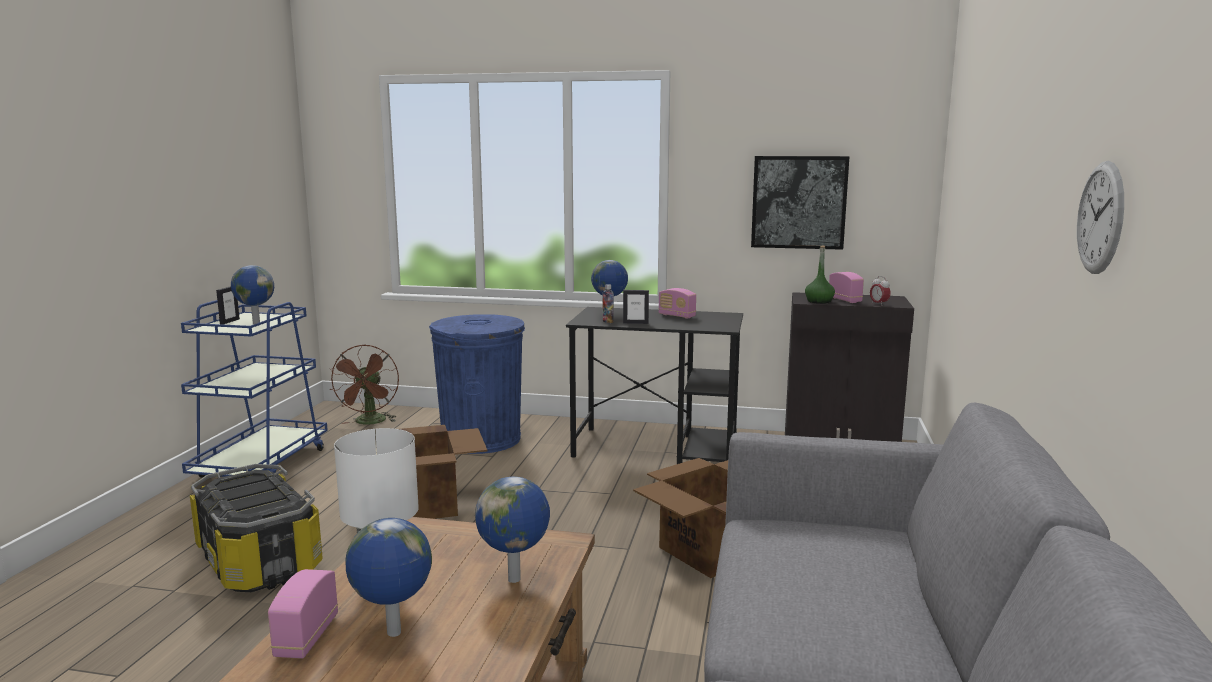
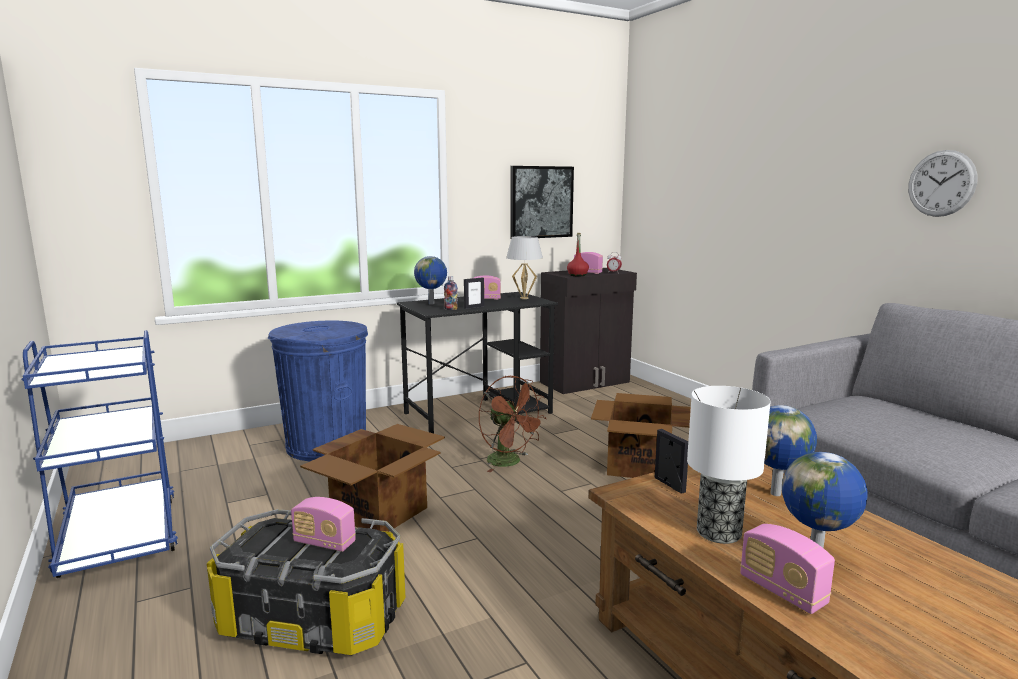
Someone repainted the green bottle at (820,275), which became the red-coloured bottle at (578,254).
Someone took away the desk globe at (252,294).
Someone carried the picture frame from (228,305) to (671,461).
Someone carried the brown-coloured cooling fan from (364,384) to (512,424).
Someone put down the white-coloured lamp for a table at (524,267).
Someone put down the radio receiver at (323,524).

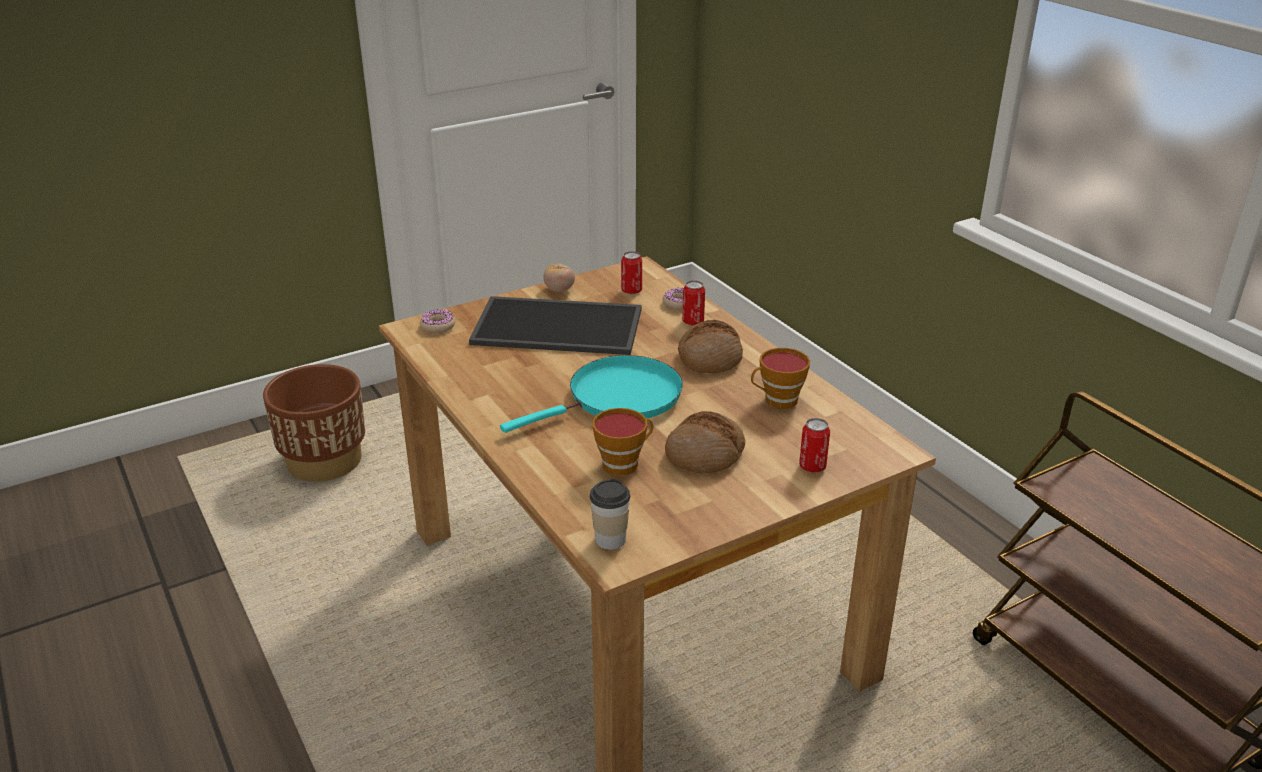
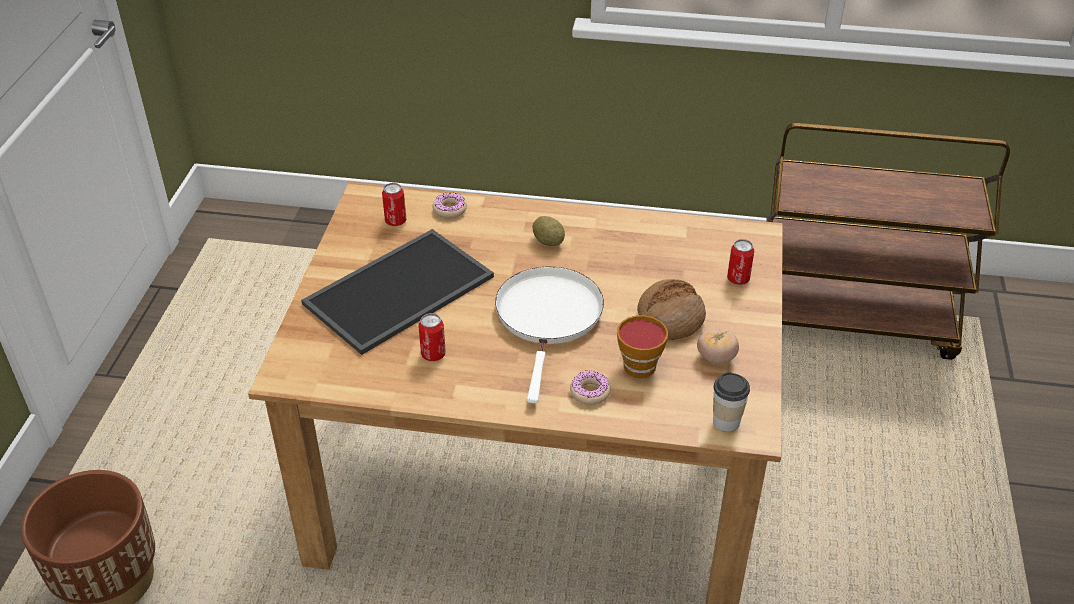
Someone carried the whole tomato from (559,277) to (718,347).
Someone carried the can from (693,302) to (432,337).
Someone carried the doughnut from (437,321) to (590,387).
Someone swapped the bakery bread at (710,346) for the potato at (548,231).
Someone took away the drinking cup at (780,378).
Someone repainted the turquoise skillet at (591,394), which became the white-coloured skillet at (549,335).

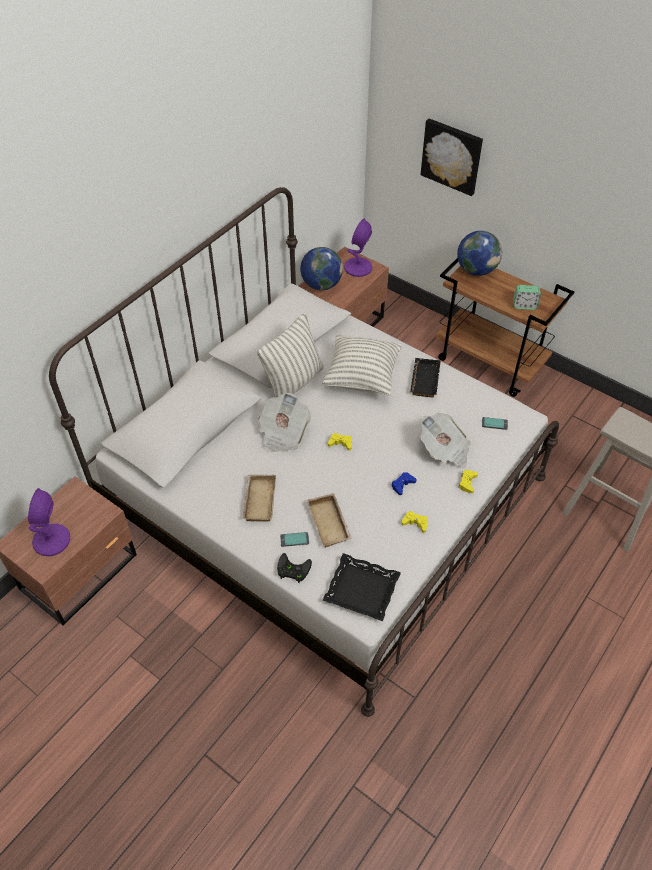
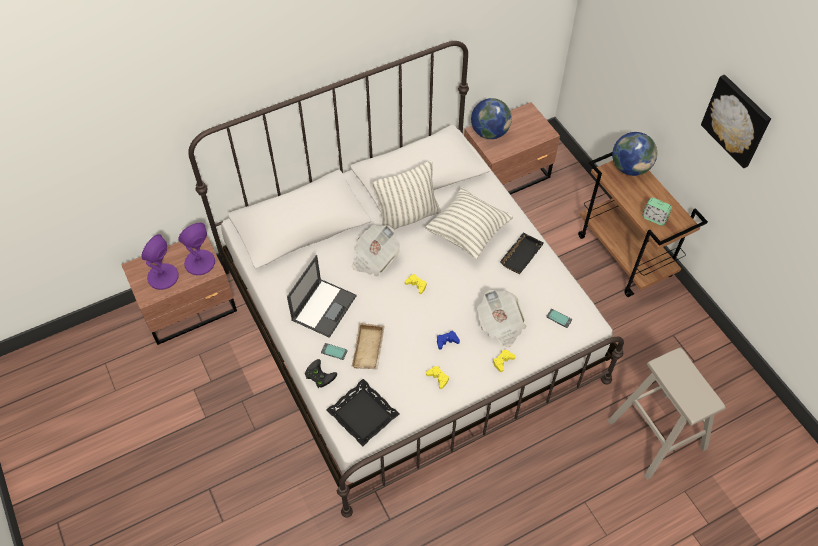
Someone carried the picture from (452,157) to (736,121).
Someone carried the purplish lamp for a table from (358,248) to (196,249).
Someone swapped the sand-coloured tray at (259,498) for the notebook computer at (322,296).

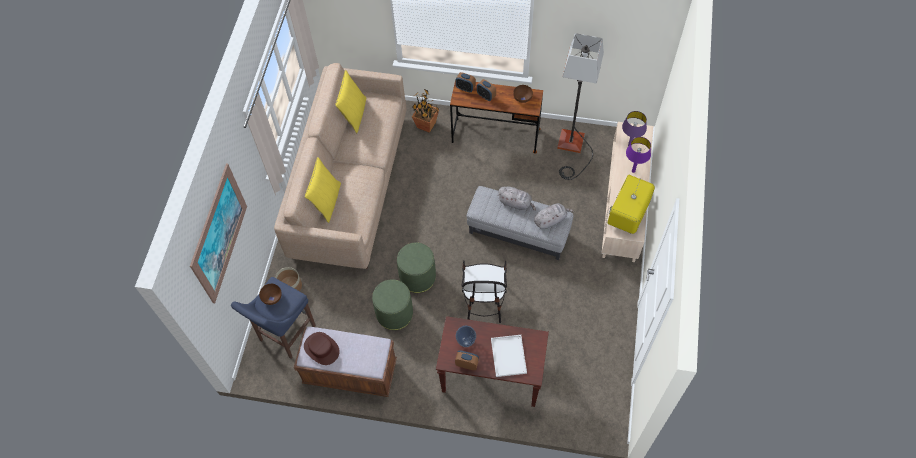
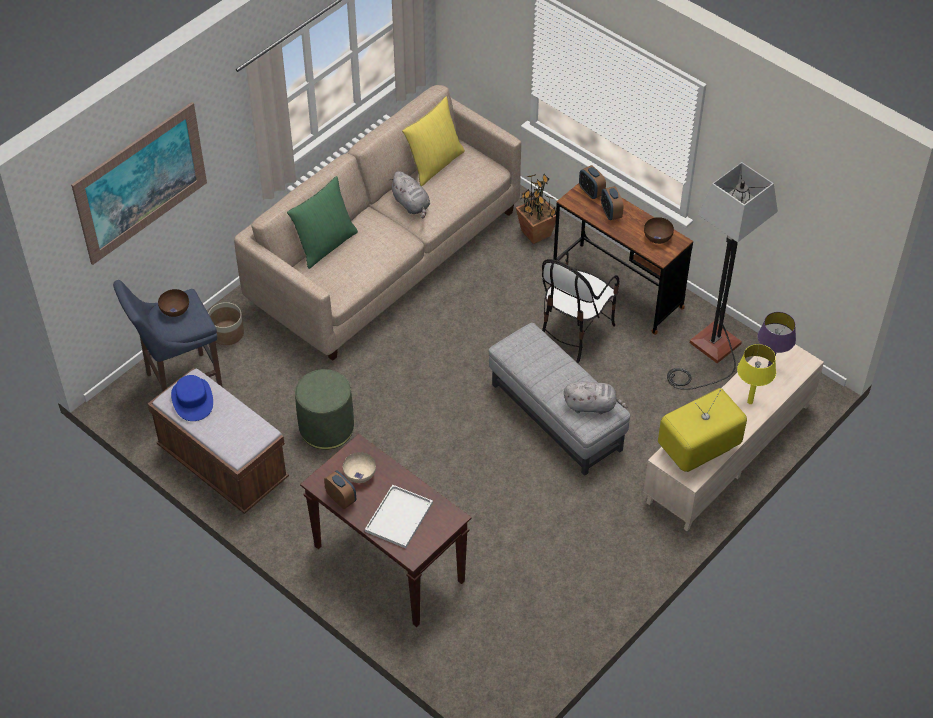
Someone repainted the purplish lamp for a table at (638,155), which became the yellow-coloured lamp for a table at (756,374).
Someone repainted the yellow-coloured throw pillow at (323,190), which became the green throw pillow at (322,222).
Someone carried the grey plush toy from (517,199) to (409,195).
Someone took away the green footrest at (416,268).
Someone carried the upright chair from (484,291) to (580,307).
Someone swapped the flower vase at (466,336) for the sand-coloured serving bowl at (359,467).
Someone repainted the brown-coloured wearable hat at (322,348), which became the blue-coloured wearable hat at (192,398).

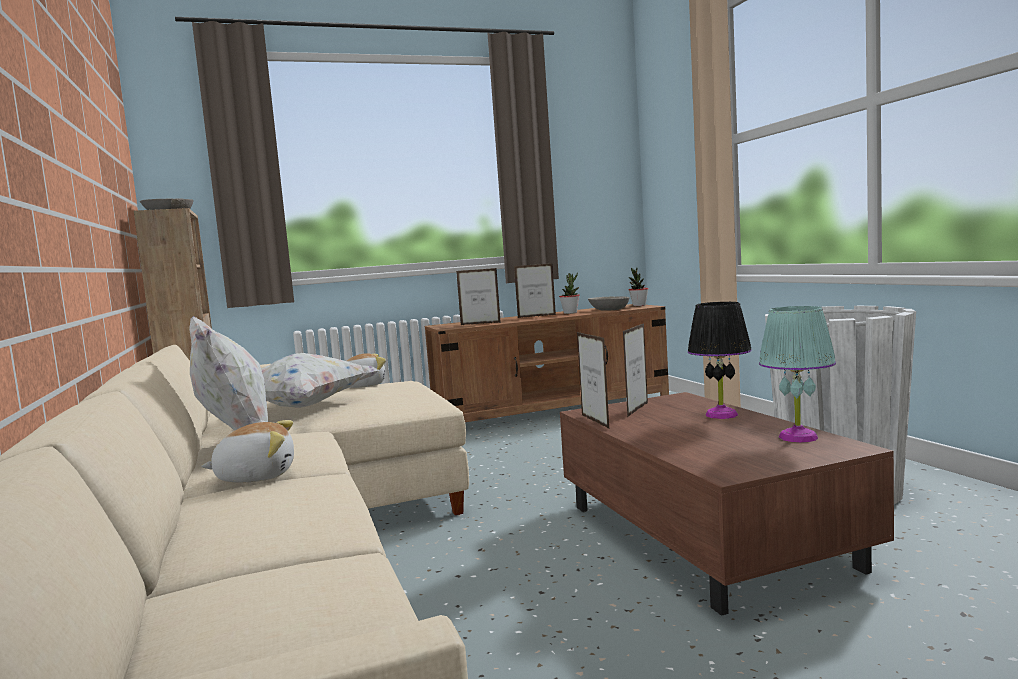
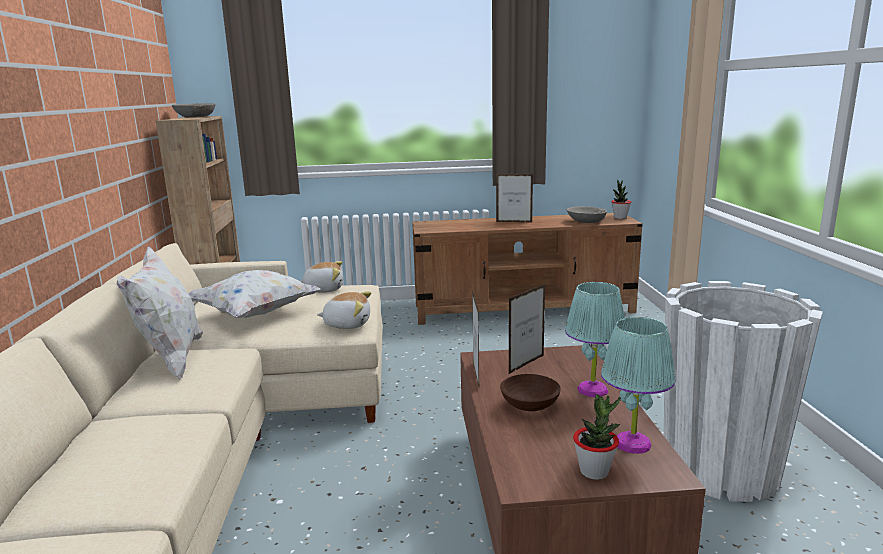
Someone took away the picture frame at (478,296).
Someone carried the potted plant from (569,293) to (597,437).
Someone repainted the blackish lamp for a table at (720,360), which became the turquoise lamp for a table at (595,339).
Someone carried the plush toy from (247,451) to (344,310).
Someone put down the brown-coloured serving bowl at (530,392).

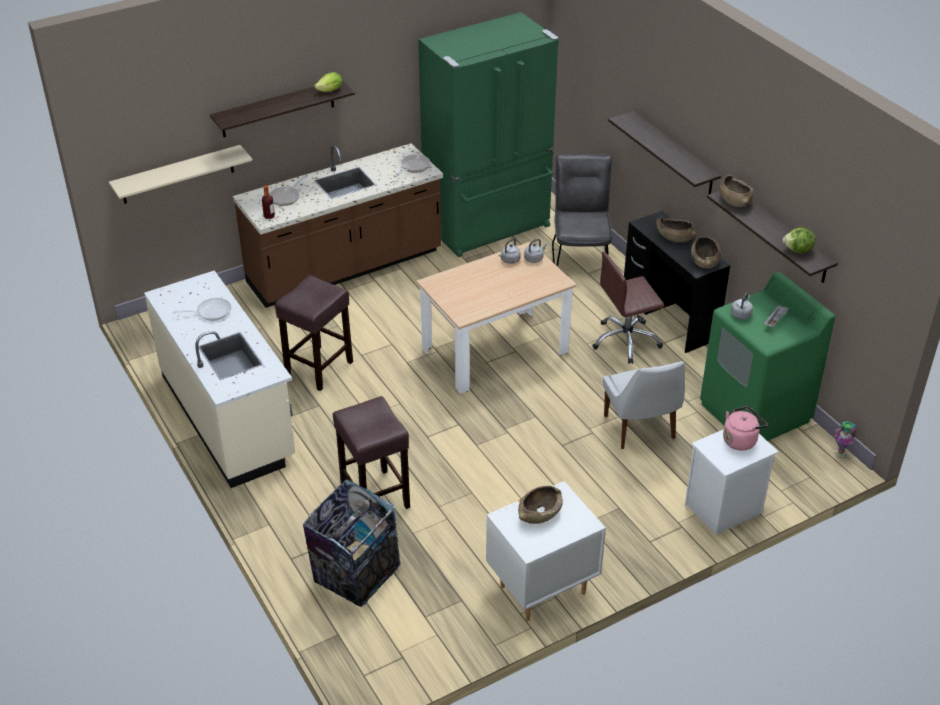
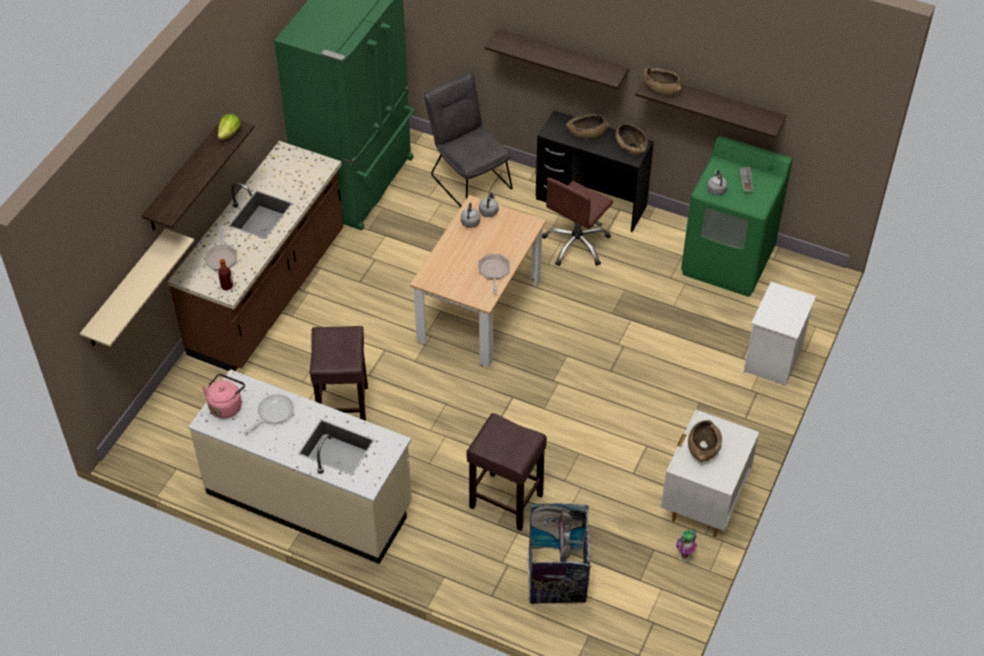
Someone carried the skillet from (412,165) to (494,274).
Someone took away the head of lettuce at (799,241).
Someone took away the white-coloured upright chair at (644,405).
Someone carried the pink-coloured tea kettle from (745,428) to (223,396).
Someone carried the flower vase from (845,439) to (686,546).

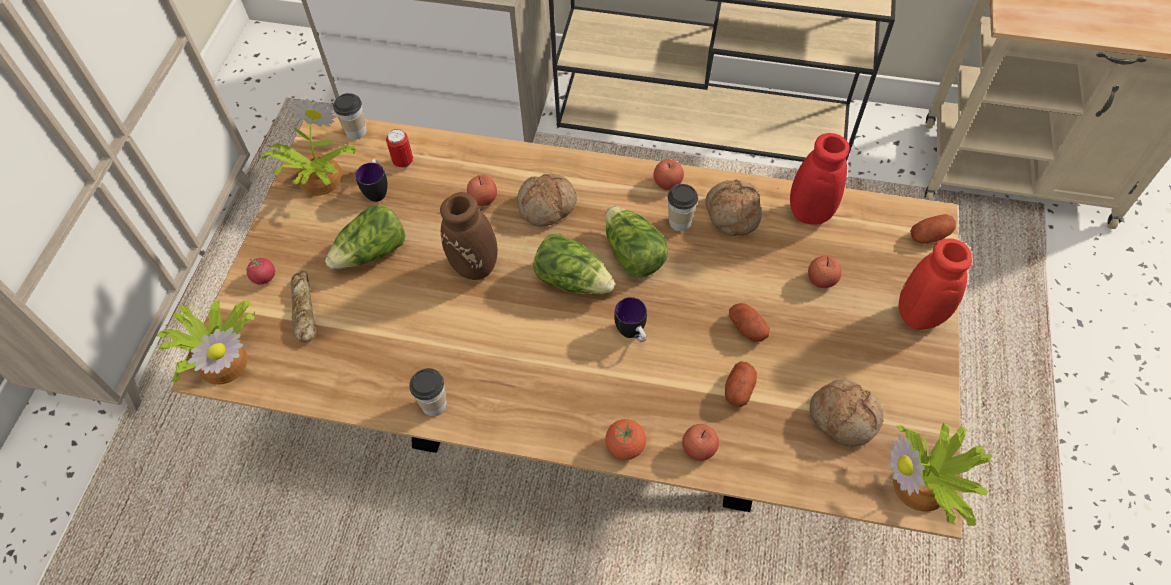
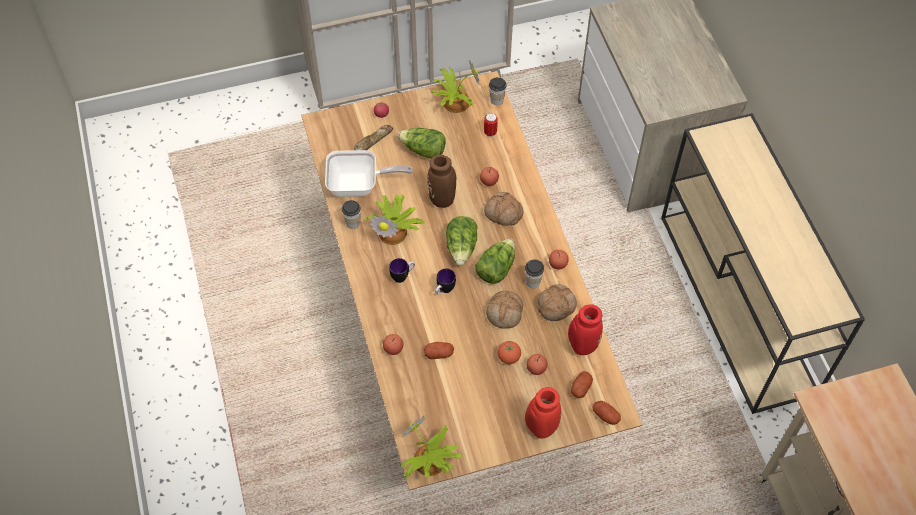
Someone carried the tea mug from (371,180) to (402,270).
Someone carried the potted plant from (205,342) to (393,219).
Someone carried the potato from (749,322) to (582,384).
Someone carried the bakery bread from (847,413) to (504,310).
Someone carried the whole tomato from (625,439) to (509,352).
Someone put down the skillet at (369,173).

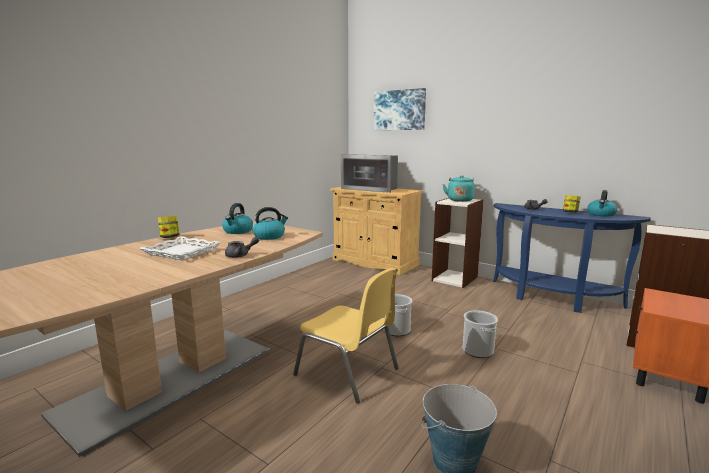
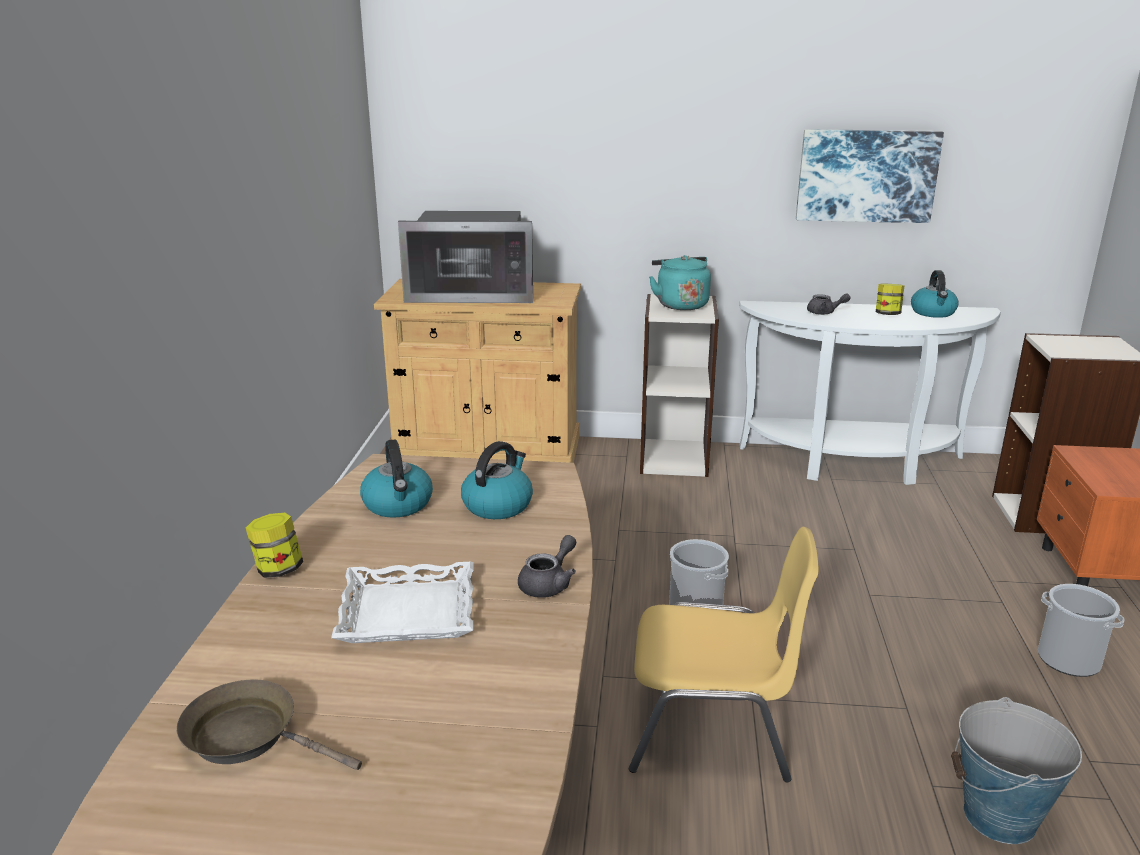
Someone carried the picture from (400,109) to (870,176).
Someone repainted the blue-coloured hall table at (572,258), which became the white-coloured hall table at (870,393).
Someone carried the water bucket from (480,334) to (1081,630).
Someone put down the brown-coloured skillet at (269,724).

